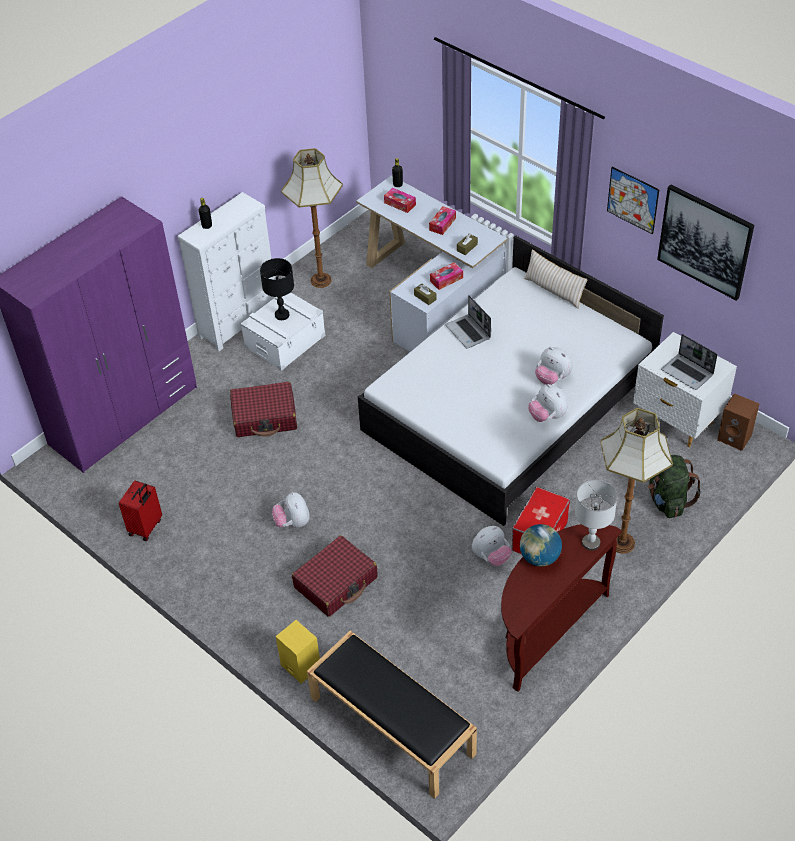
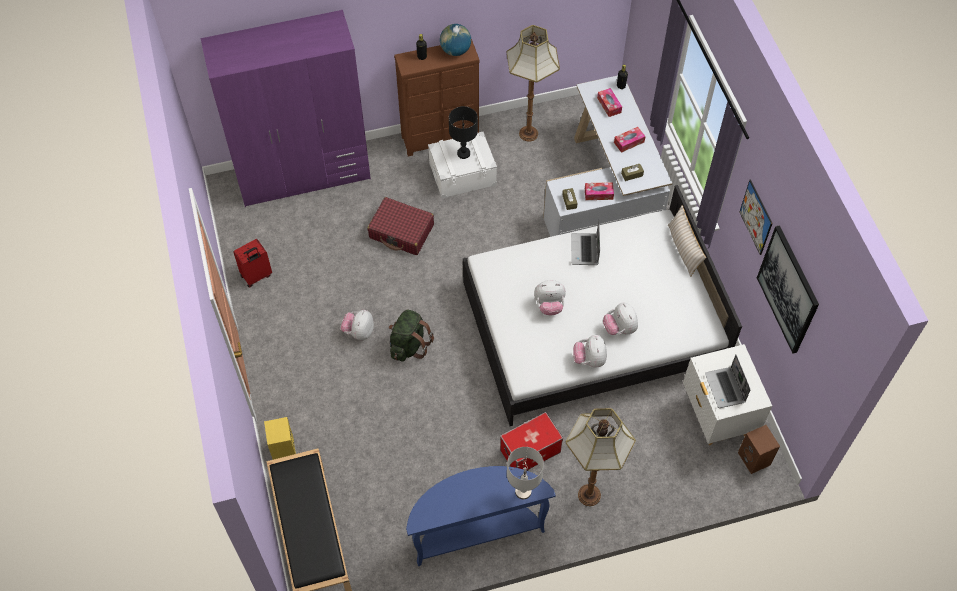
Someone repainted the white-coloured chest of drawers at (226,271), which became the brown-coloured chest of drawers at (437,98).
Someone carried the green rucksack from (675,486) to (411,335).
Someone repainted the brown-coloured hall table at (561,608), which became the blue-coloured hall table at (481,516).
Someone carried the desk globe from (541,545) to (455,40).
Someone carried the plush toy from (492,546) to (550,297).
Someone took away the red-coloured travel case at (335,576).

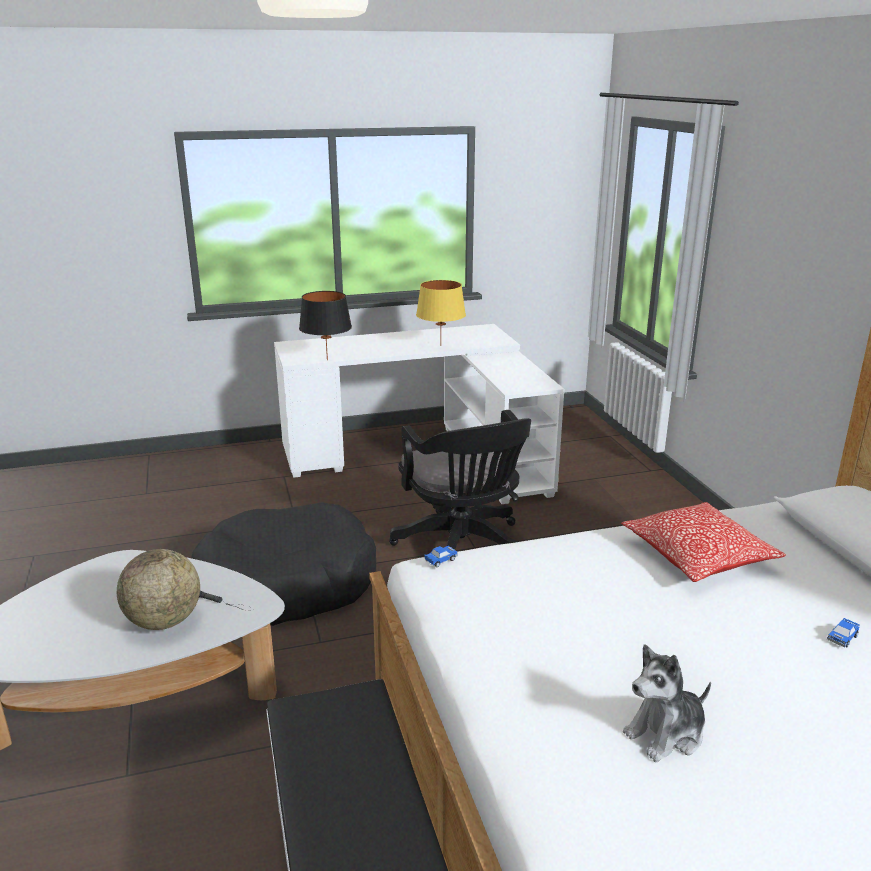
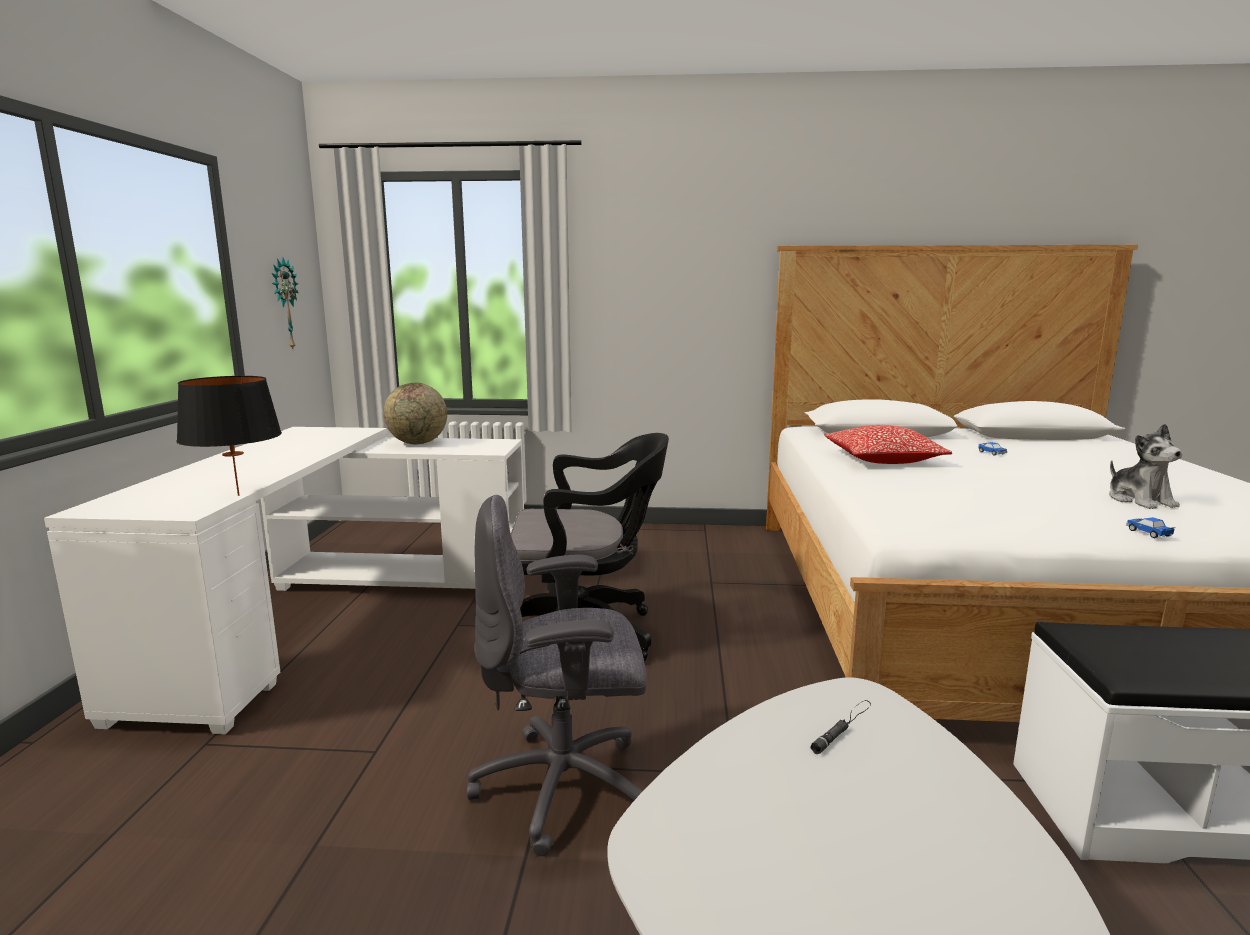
Someone took away the yellow-coloured lamp for a table at (441,313).
Someone swapped the blackish pet bed at (283,564) for the grey office chair at (556,675).
Someone carried the miniature car from (441,556) to (1150,527).
Someone carried the desk globe from (158,589) to (415,413).
Someone put up the clock on the wall at (285,303).

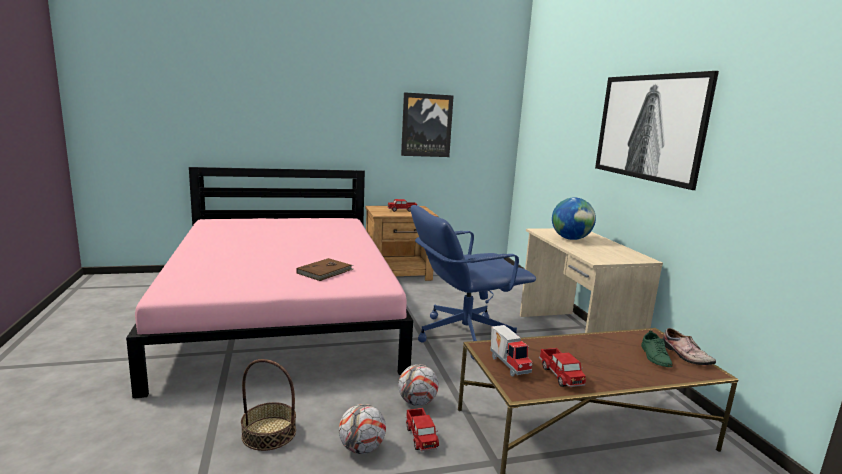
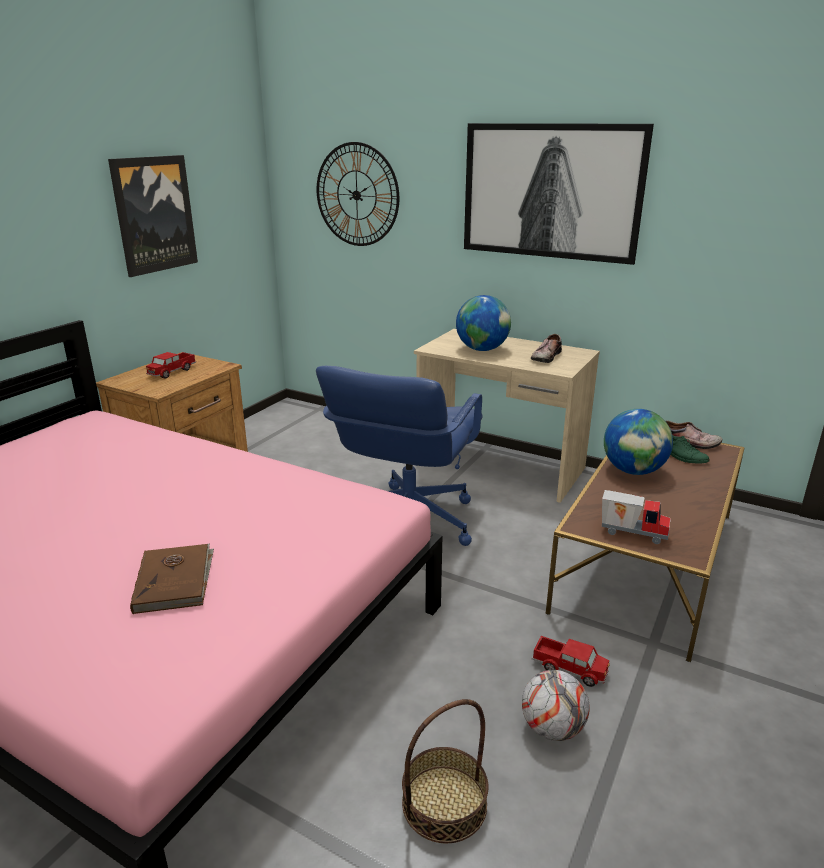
Someone carried the brown-coloured bound book from (324,269) to (172,578).
Someone took away the model truck at (562,367).
Someone took away the ball for football at (418,385).
Someone put up the clock on the wall at (358,194).
Someone put down the low shoe at (546,348).
Someone put down the desk globe at (638,442).

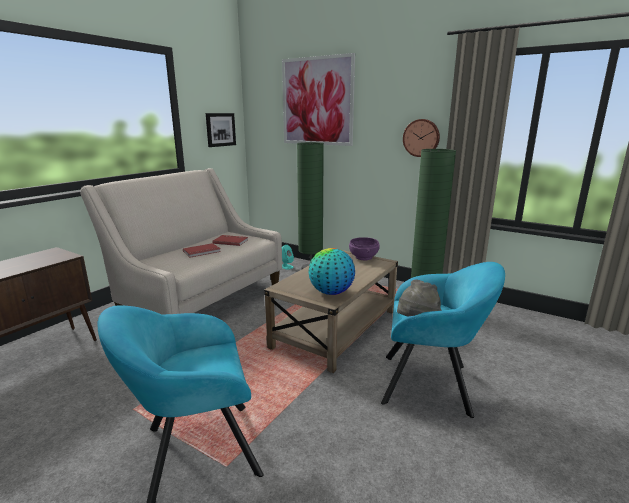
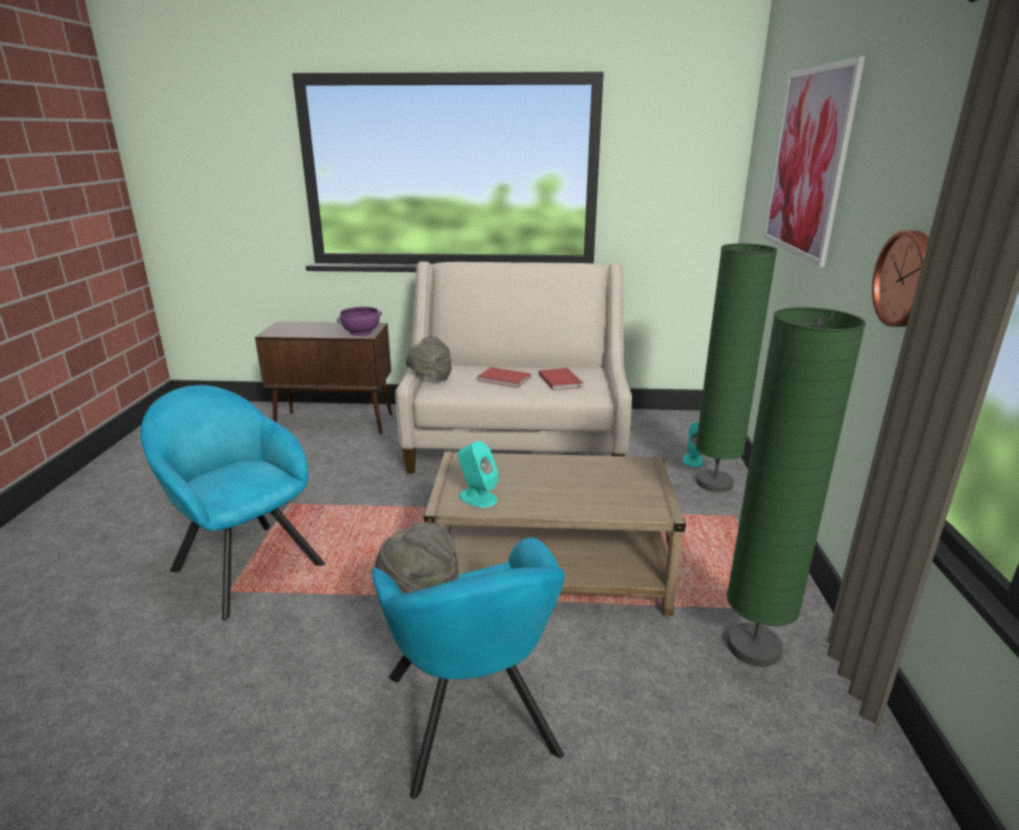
Someone took away the picture at (221,130).
Someone carried the purplish serving bowl from (364,249) to (359,321).
Someone swapped the desk globe at (331,271) for the turquoise audio speaker at (478,474).
Someone put down the grey wearable hat at (429,358).

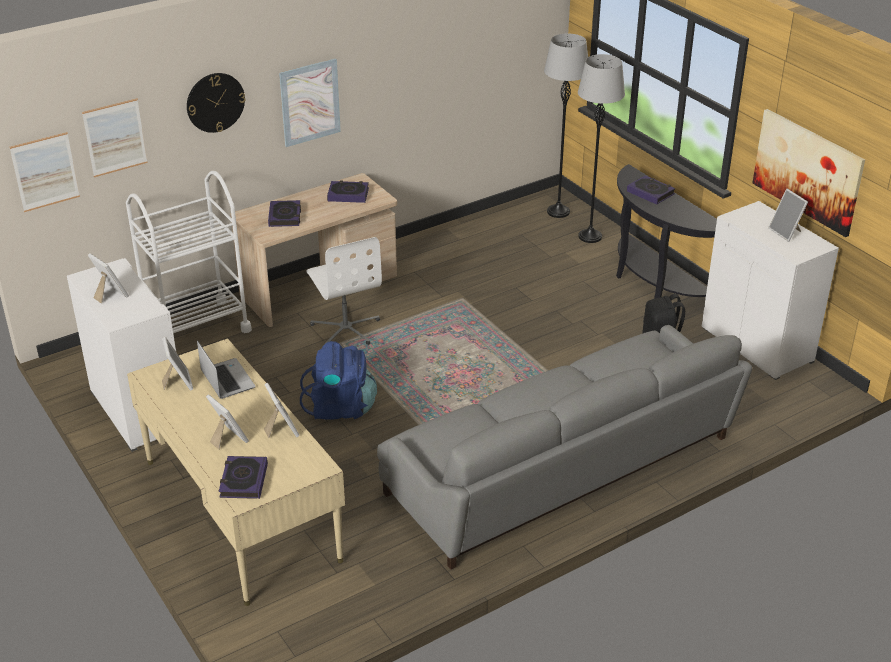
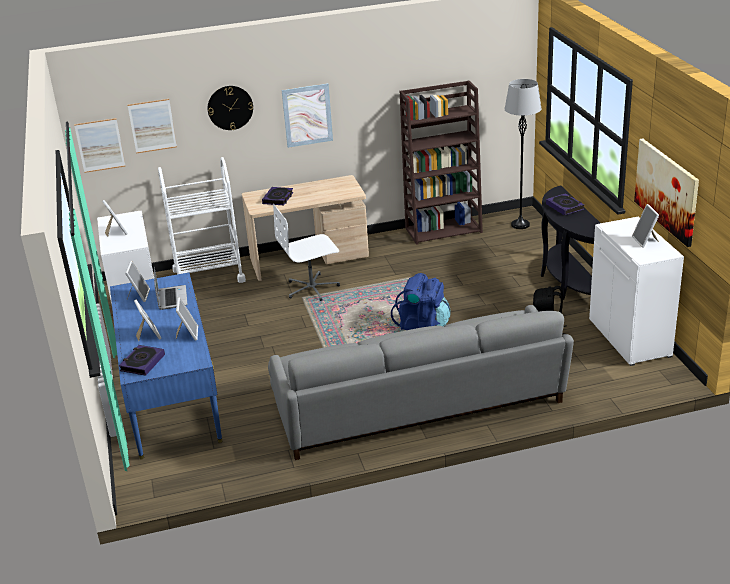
Someone took away the grey standing lamp at (601,148).
Someone took away the bound book at (348,191).
Someone rotated the white-coloured office chair at (344,291) by 75 degrees clockwise.
Someone repainted the sand-coloured desk at (236,472), which became the blue-coloured desk at (166,365).
Someone carried the blue-coloured rucksack from (338,380) to (421,301).
Someone put down the brown-coloured shelving unit at (441,163).

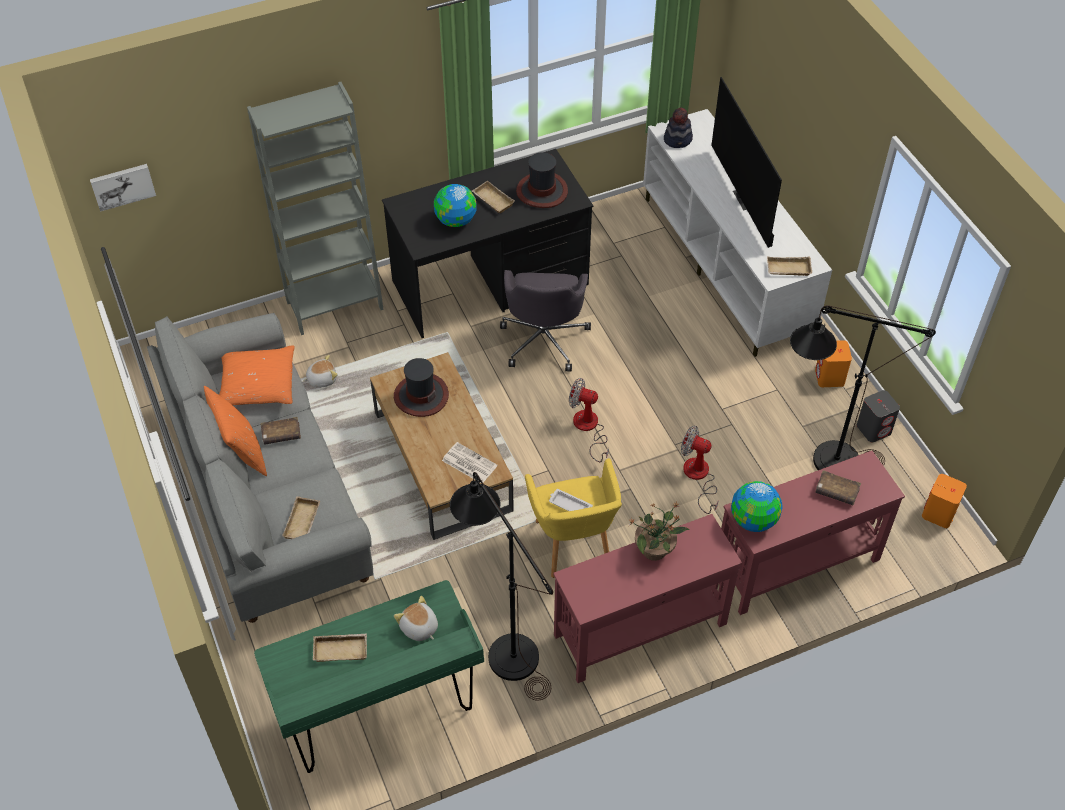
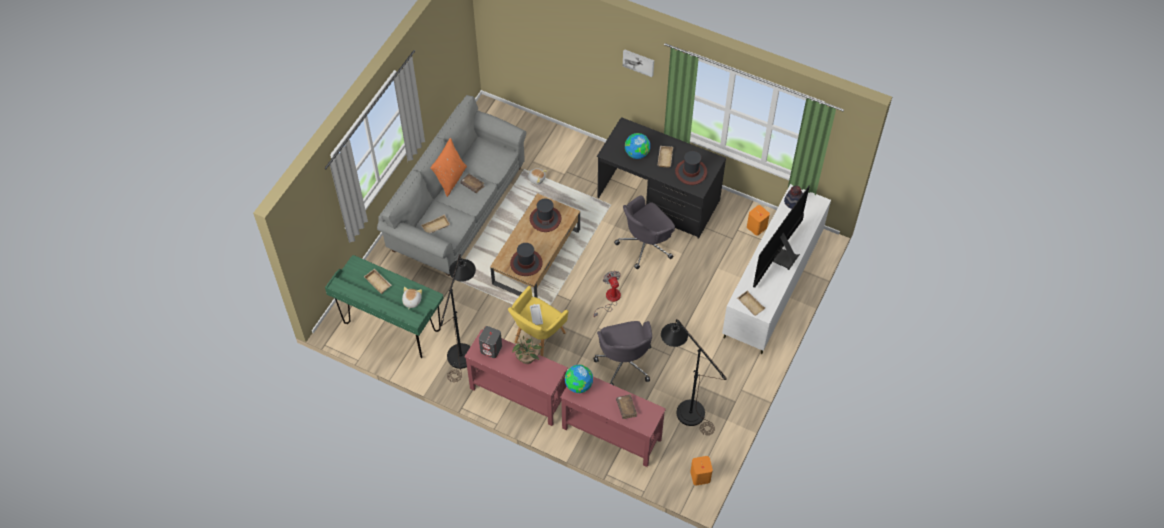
Someone took away the grey shelving unit at (315,208).
Someone carried the picture from (123,188) to (638,63).
Someone carried the orange audio speaker from (833,363) to (758,220).
Someone took away the orange throw pillow at (257,375).
Someone carried the grey audio speaker from (878,416) to (490,342).
Someone swapped the cooling fan at (700,470) for the grey office chair at (623,353).
Someone swapped the daily paper at (469,463) for the wearable hat at (526,259).

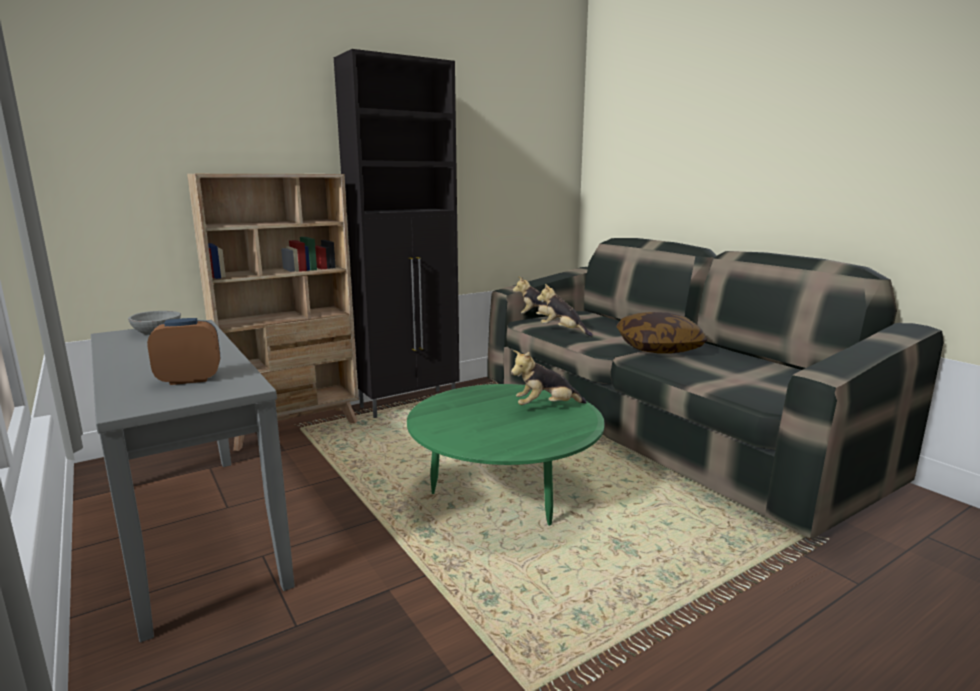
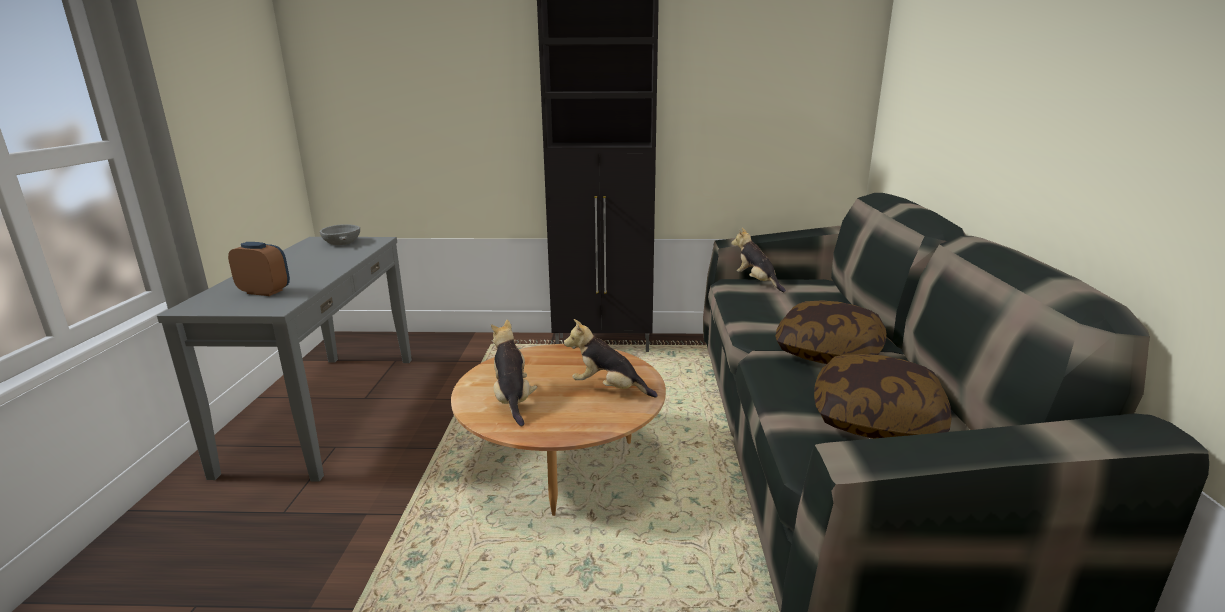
Someone took away the sand-coloured shelving unit at (273,312).
Someone carried the plush toy from (565,310) to (514,373).
Someone repainted the green low table at (506,455), which became the brown-coloured low table at (558,430).
Someone put down the throw pillow at (883,396).

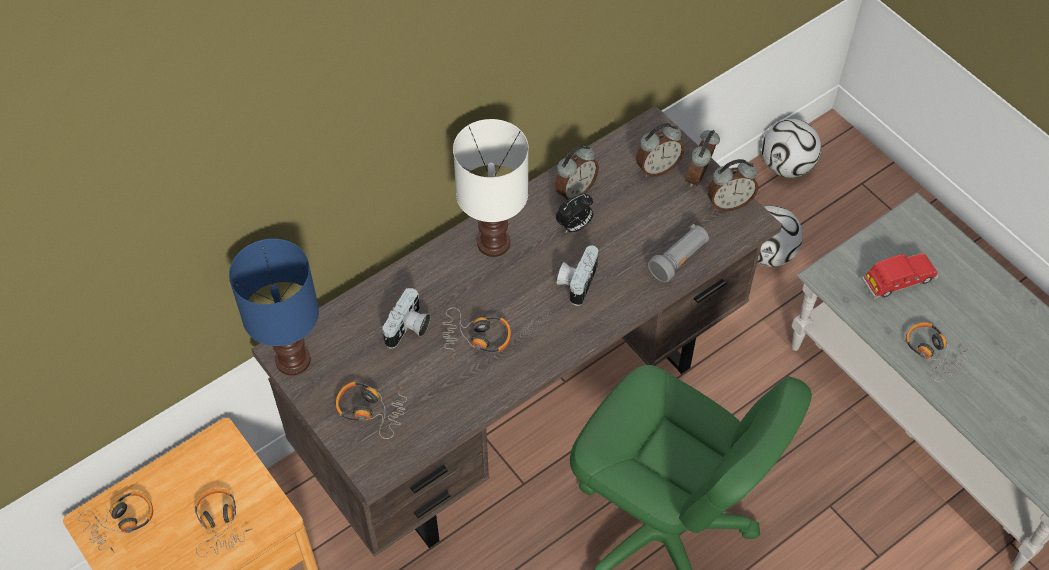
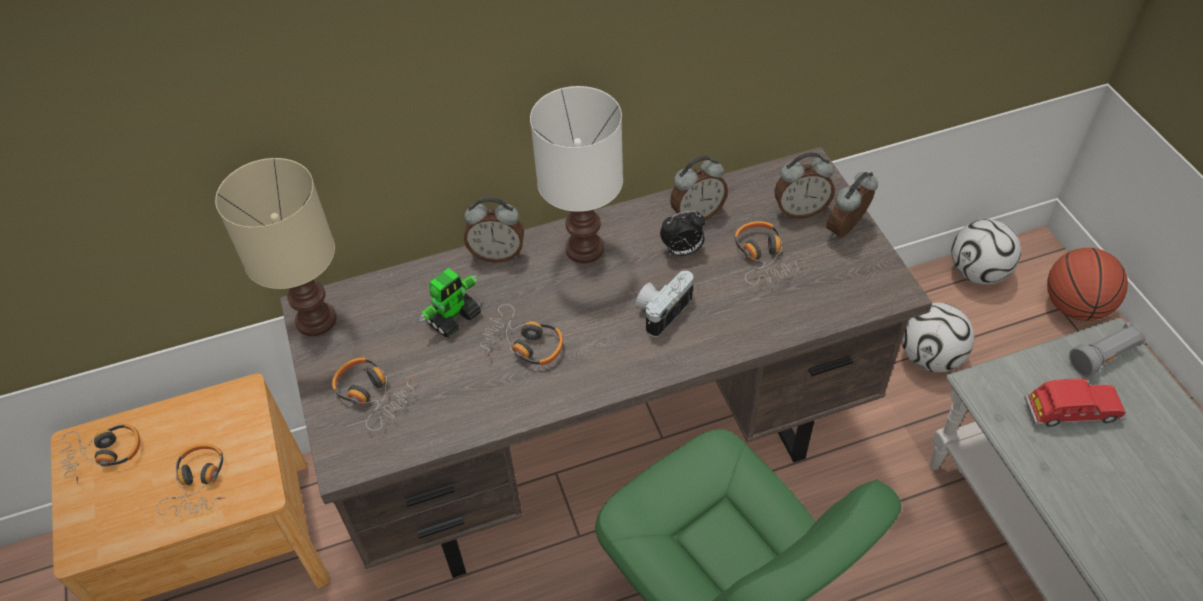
Someone carried the bedside clock from (732,185) to (494,230).
Someone carried the grey flashlight from (678,253) to (1107,349).
Someone repainted the blue-coloured lamp for a table at (274,306), which became the sand-coloured lamp for a table at (275,247).
Someone swapped the still camera at (406,318) for the toy robot at (450,303).
Someone carried the headset from (937,352) to (769,253).
Someone put down the basketball ball at (1087,284).

